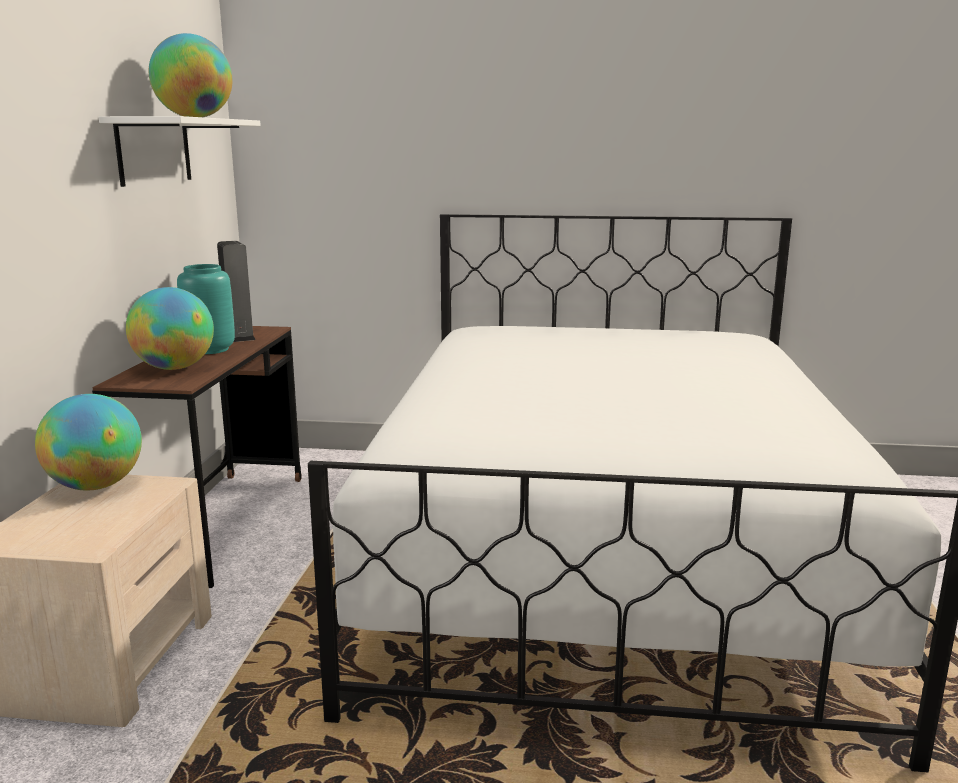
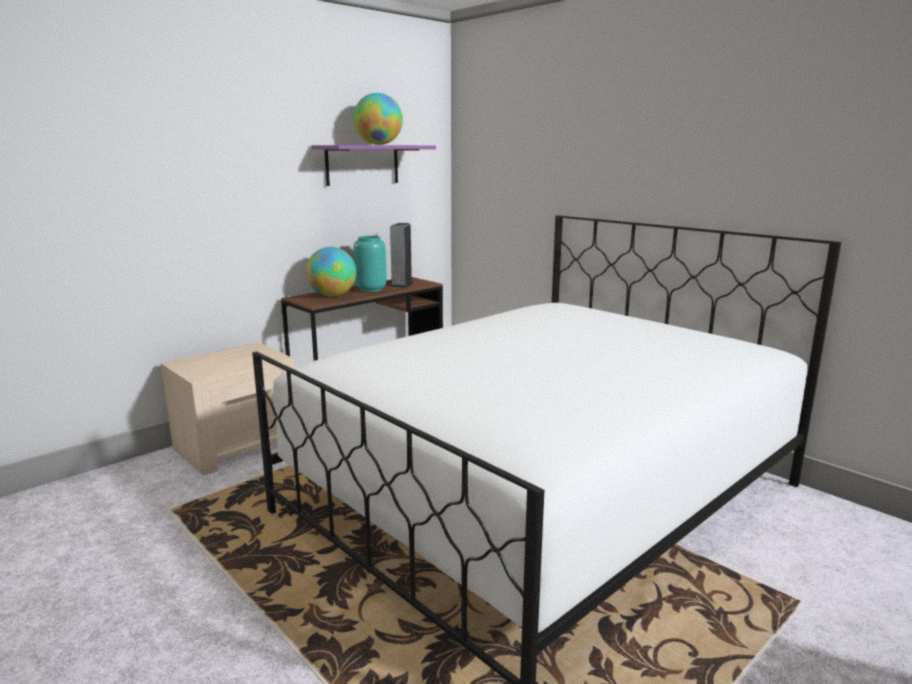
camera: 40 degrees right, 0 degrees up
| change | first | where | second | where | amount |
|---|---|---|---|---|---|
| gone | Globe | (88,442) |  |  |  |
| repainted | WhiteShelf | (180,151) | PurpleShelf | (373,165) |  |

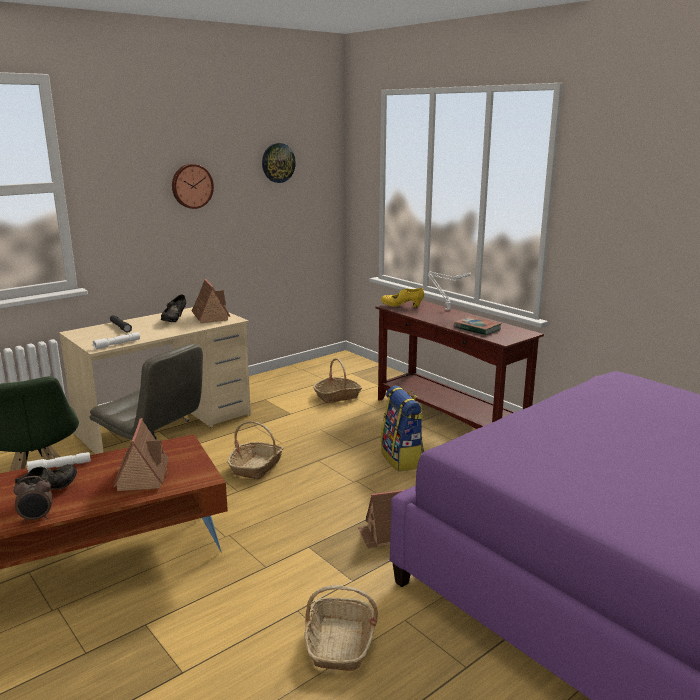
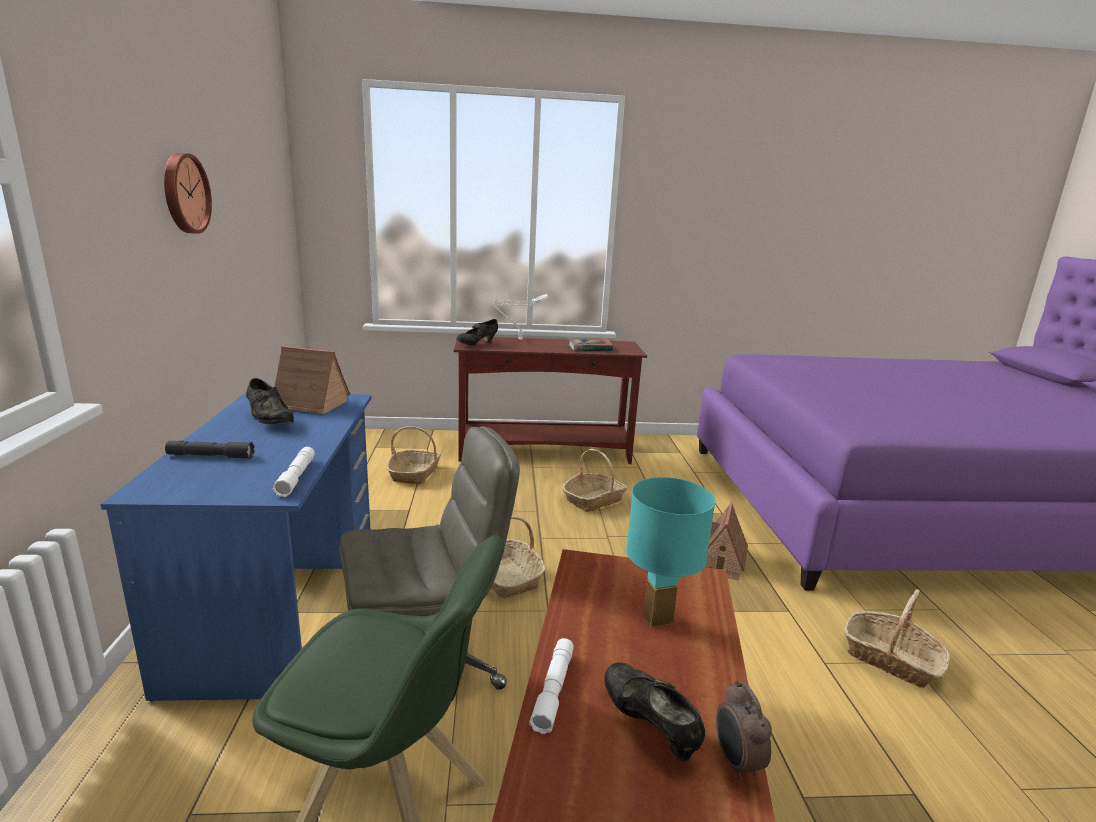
camera: 55 degrees left, 0 degrees up
| change | first | where | second | where | amount |
|---|---|---|---|---|---|
| gone | WallClock | (279,163) |  |  |  |
| swapped | ToyHouse | (141,454) | TurquoiseTableLamp | (671,552) |  |
| swapped | Backpack | (402,429) | Basket | (595,480) |  |
| repainted | BeigeDesk | (155,380) | BlueDesk | (236,547) |  |
| repainted | YellowShoe | (402,297) | BlackShoe | (477,332) |  |
| rotated | AlarmClock | (33,499) |  | (744,730) | 150 degrees clockwise |

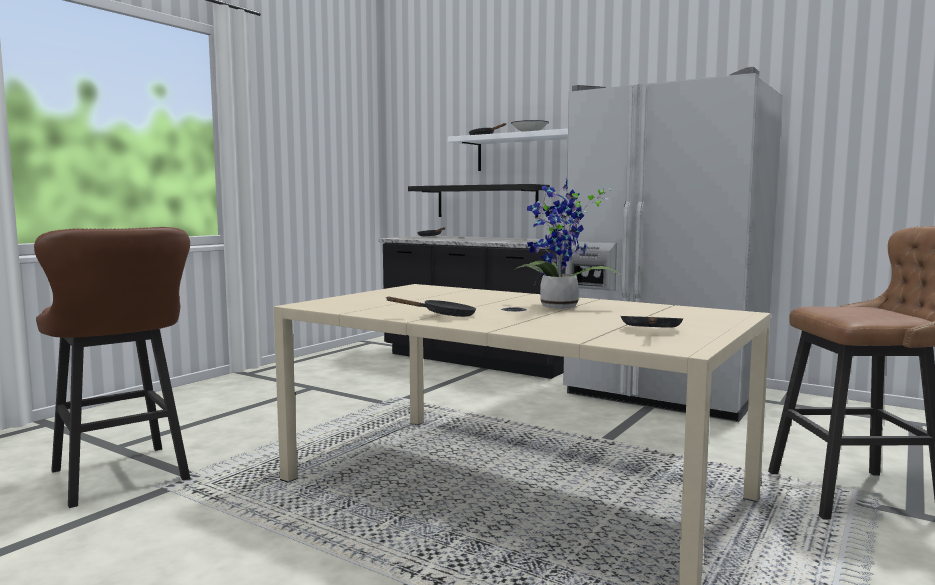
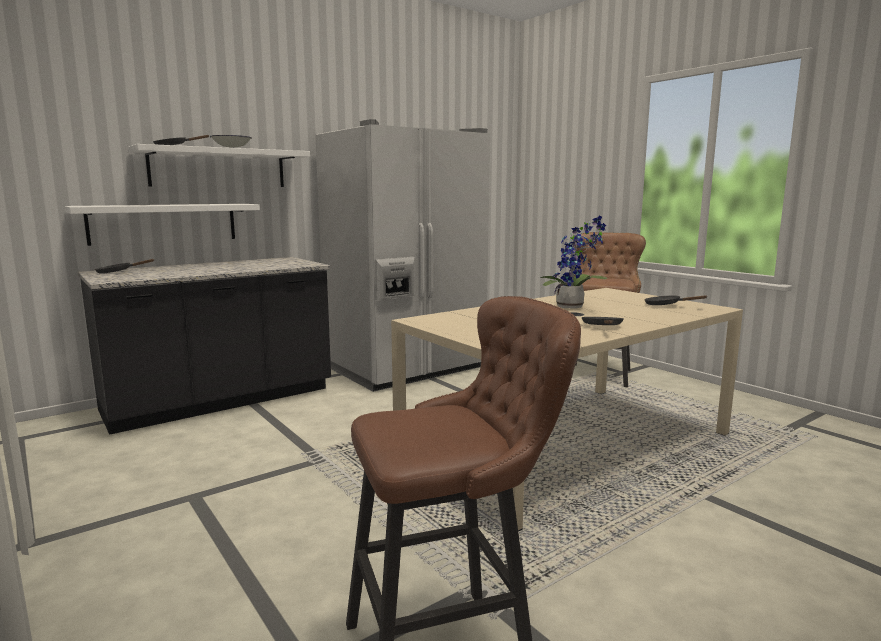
camera: 70 degrees left, 5 degrees up
| change | first | where | second | where | amount |
|---|---|---|---|---|---|
| repainted | BlackShelf | (479,201) | WhiteShelf | (162,225) |  |

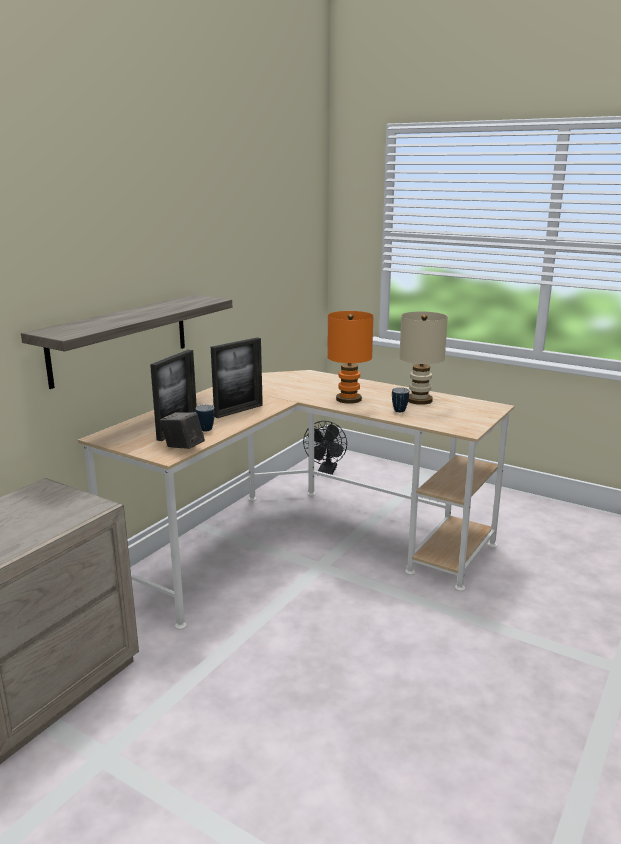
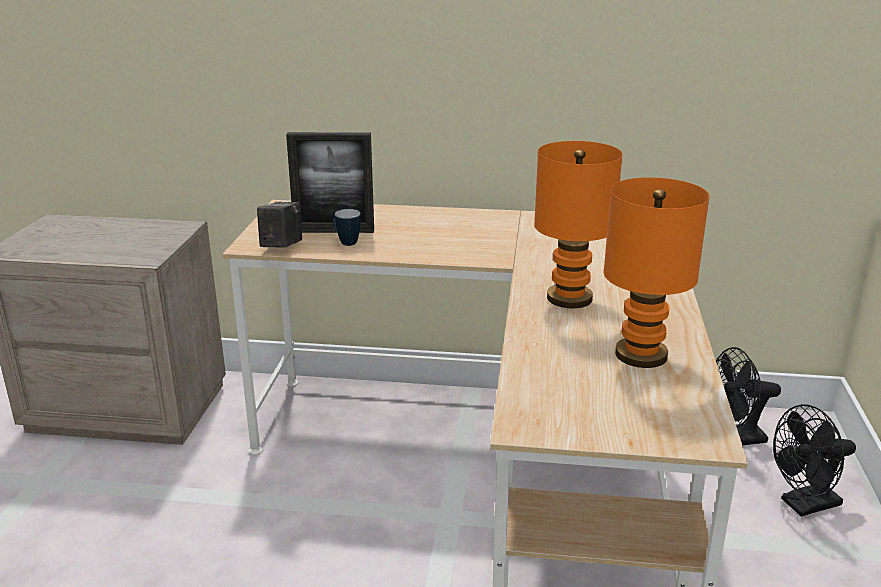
camera: 65 degrees right, 5 degrees up
| change | first | where | second | where | amount |
|---|---|---|---|---|---|
| gone | Shelf | (126,342) |  |  |  |
| gone | PictureFrame | (237,377) |  |  |  |
| gone | Mug | (400,400) |  |  |  |
| new |  |  | BlackFan | (814,460) |  |
| repainted | BeigeTableLamp | (423,358) | OrangeTableLamp | (657,272) |  |

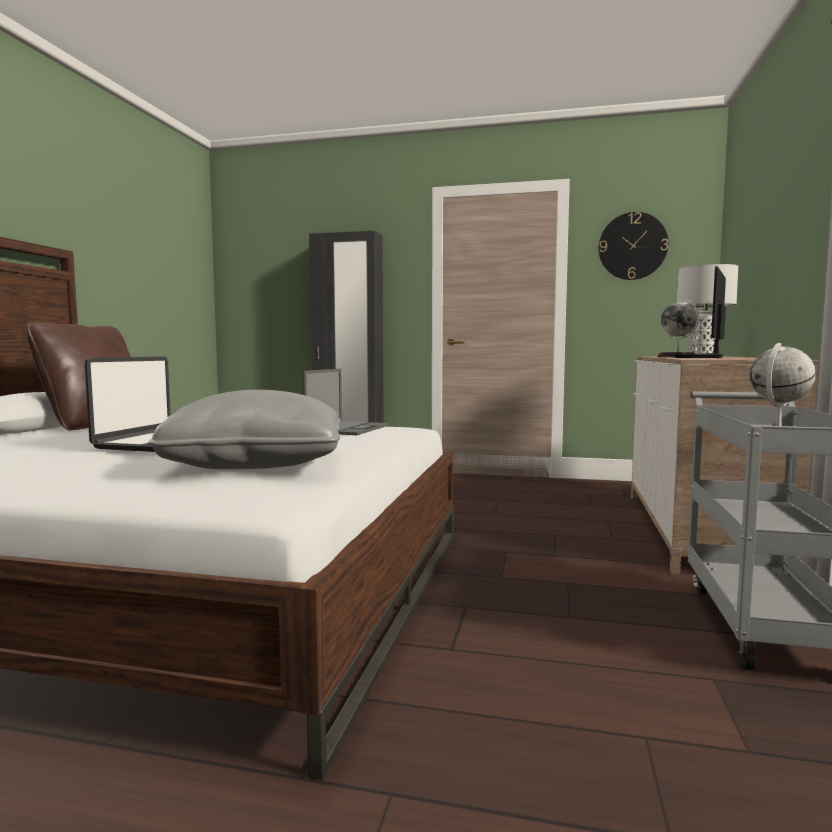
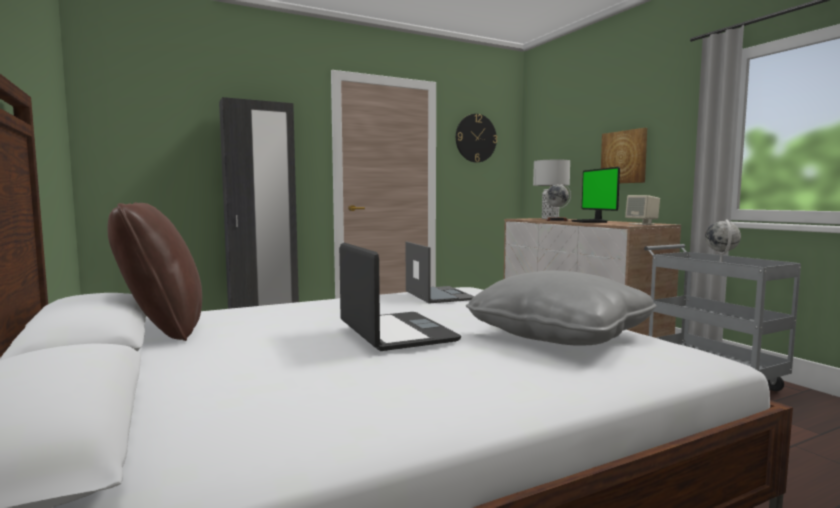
camera: 40 degrees left, 0 degrees up
| change | first | where | second | where | amount |
|---|---|---|---|---|---|
| new |  |  | Picture | (624,155) |  |
| new |  |  | BeigeSpeaker | (642,210) |  |

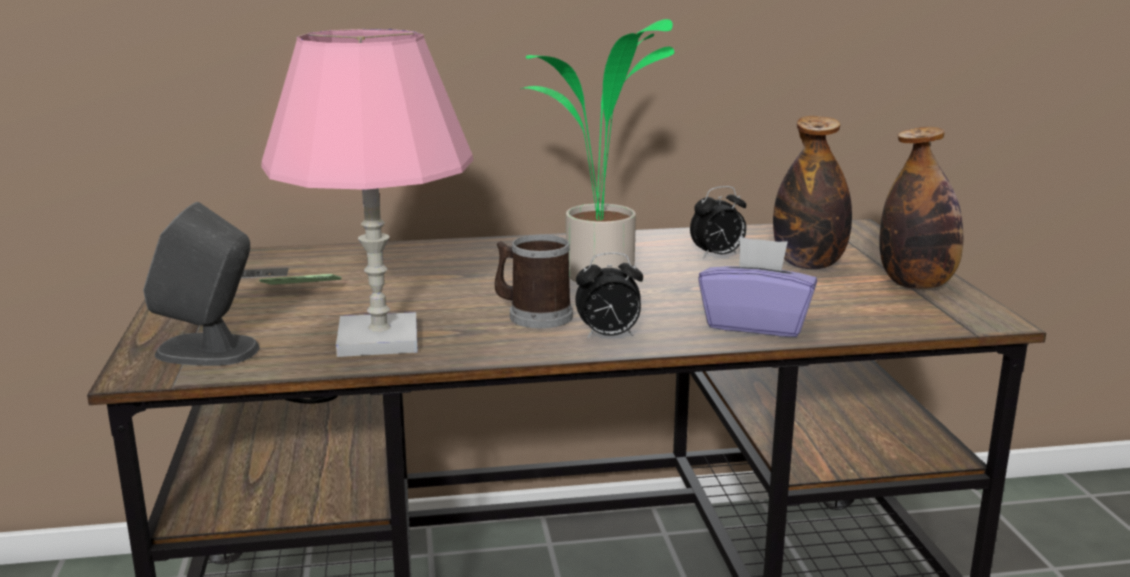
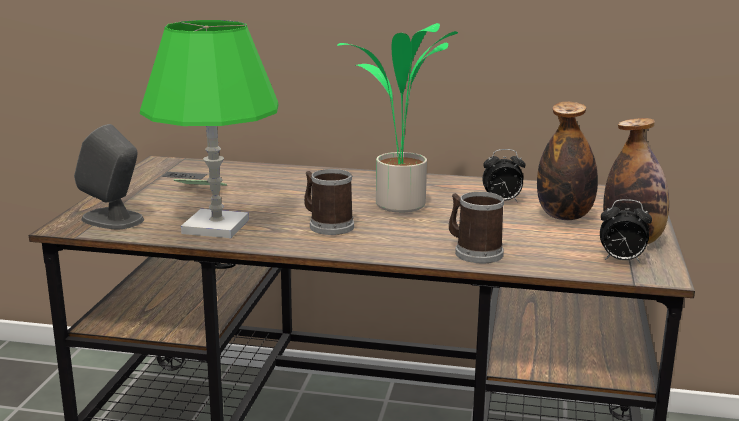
camera: 20 degrees right, 0 degrees up
| change | first | where | second | where | amount |
|---|---|---|---|---|---|
| shifted | AlarmClock | (609,295) |  | (626,231) |  |
| swapped | PurpleTissueBox | (757,287) | Mug | (476,227) |  |
| repainted | PinkTableLamp | (367,193) | GreenTableLamp | (209,129) |  |

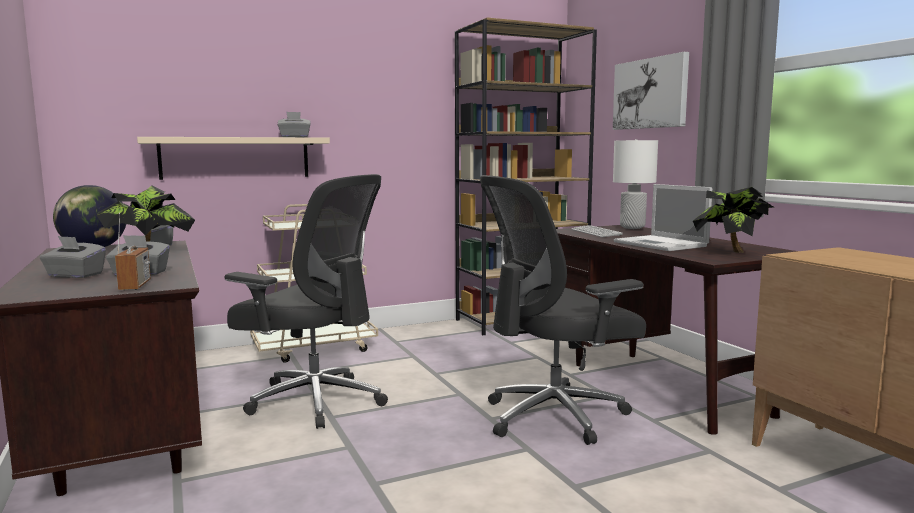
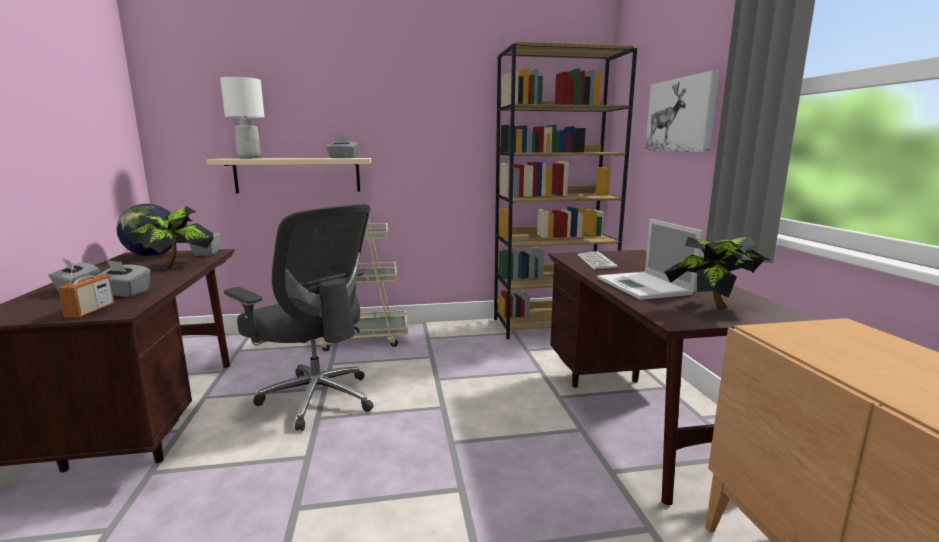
camera: 15 degrees right, 5 degrees up
| change | first | where | second | where | amount |
|---|---|---|---|---|---|
| gone | OfficeChair | (563,310) |  |  |  |
| shifted | WhiteTableLamp | (635,184) |  | (242,118) |  |

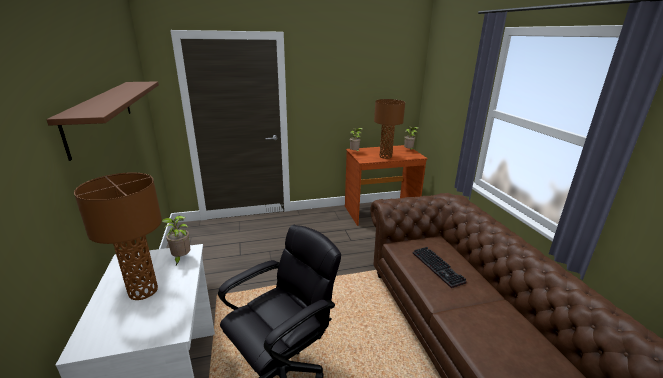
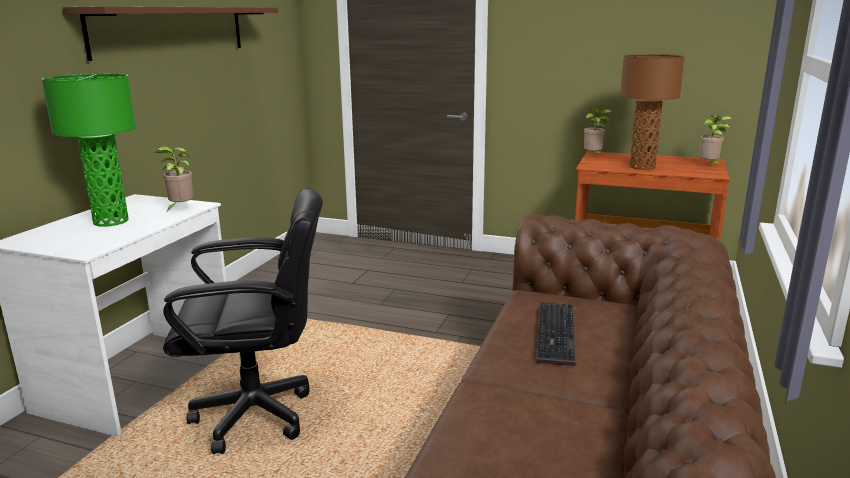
camera: 35 degrees right, 5 degrees down
| change | first | where | second | where | amount |
|---|---|---|---|---|---|
| repainted | BrownTableLamp | (118,236) | GreenTableLamp | (88,150) |  |

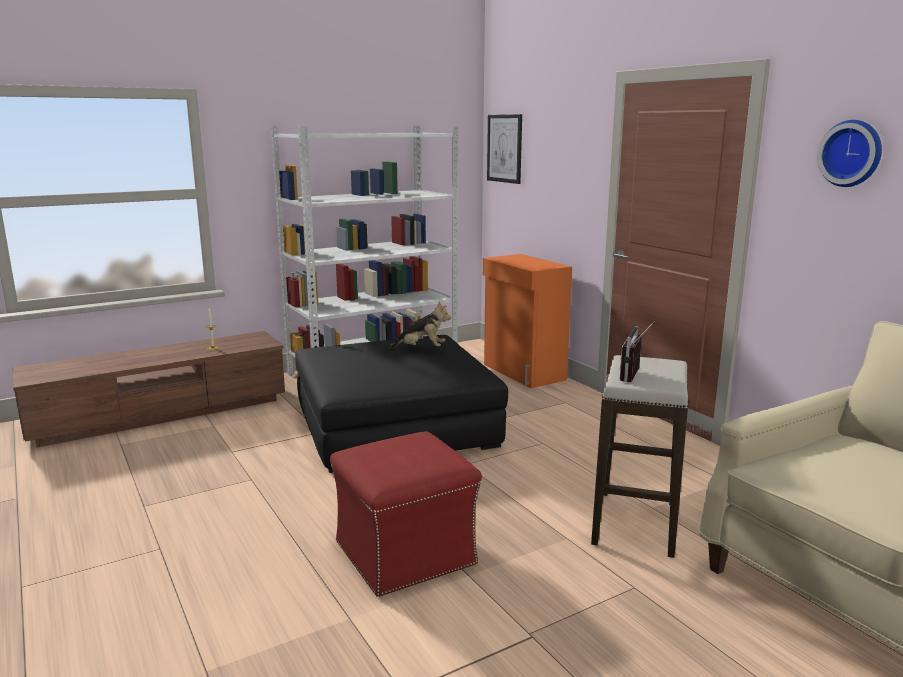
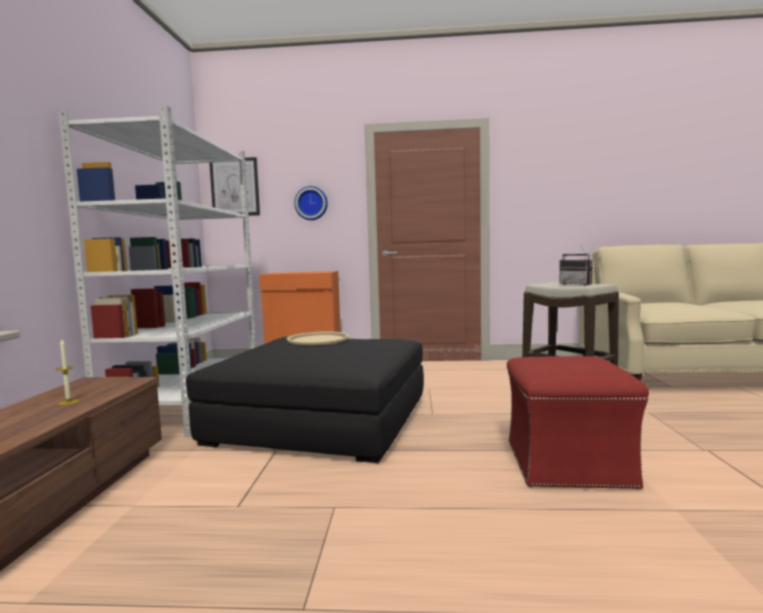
camera: 55 degrees left, 10 degrees down
| change | first | where | second | where | amount |
|---|---|---|---|---|---|
| shifted | WallClock | (849,153) |  | (311,203) |  |
| swapped | PlushToy | (420,325) | BeigeTray | (318,338) |  |

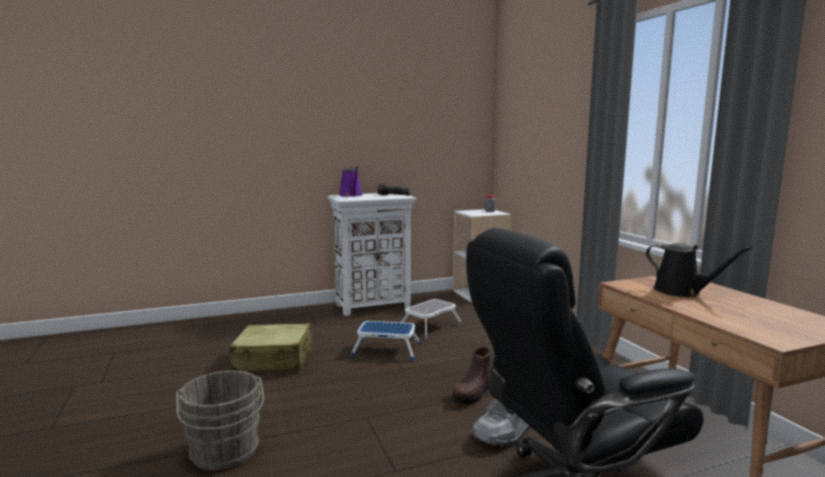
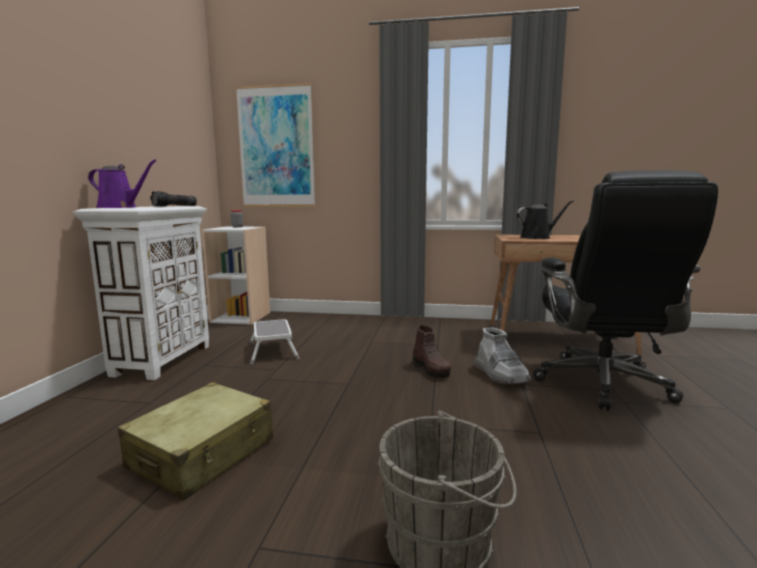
camera: 60 degrees left, 0 degrees up
| change | first | where | second | where | amount |
|---|---|---|---|---|---|
| gone | BlueStepLadder | (386,341) |  |  |  |
| new |  |  | Picture | (275,145) |  |

